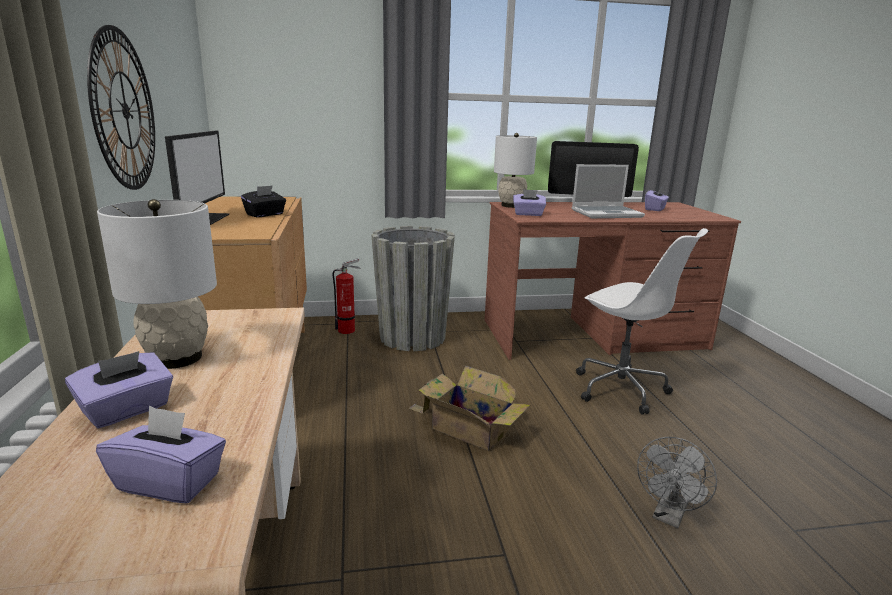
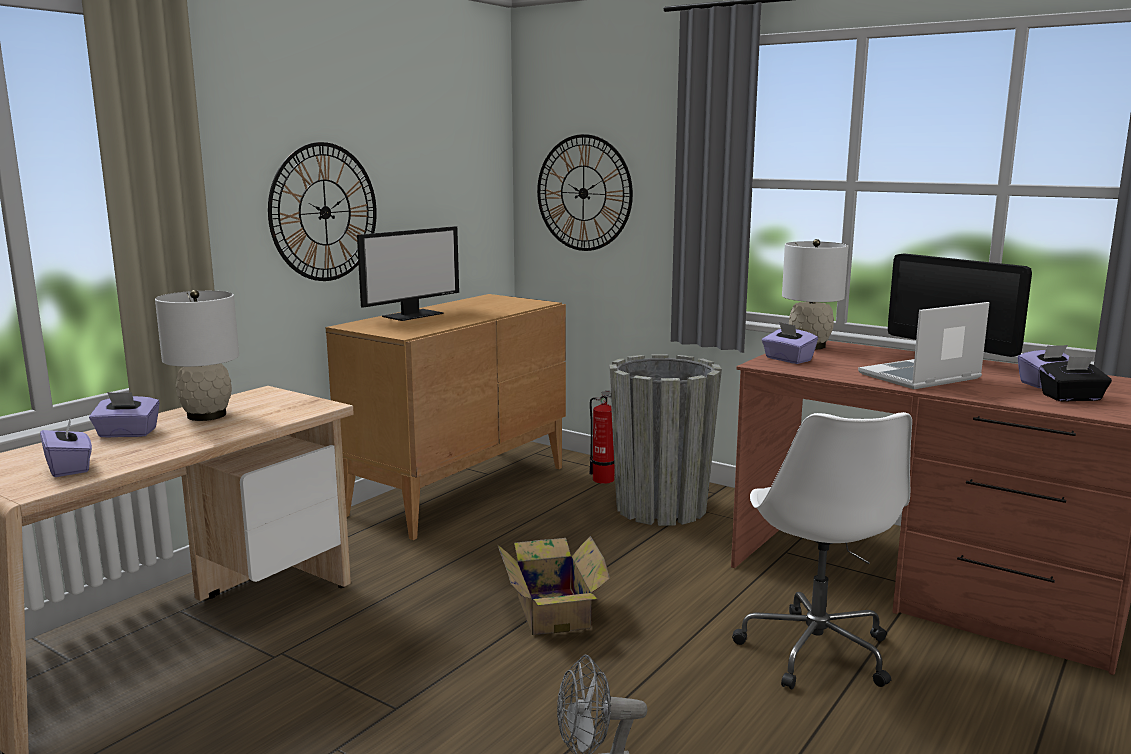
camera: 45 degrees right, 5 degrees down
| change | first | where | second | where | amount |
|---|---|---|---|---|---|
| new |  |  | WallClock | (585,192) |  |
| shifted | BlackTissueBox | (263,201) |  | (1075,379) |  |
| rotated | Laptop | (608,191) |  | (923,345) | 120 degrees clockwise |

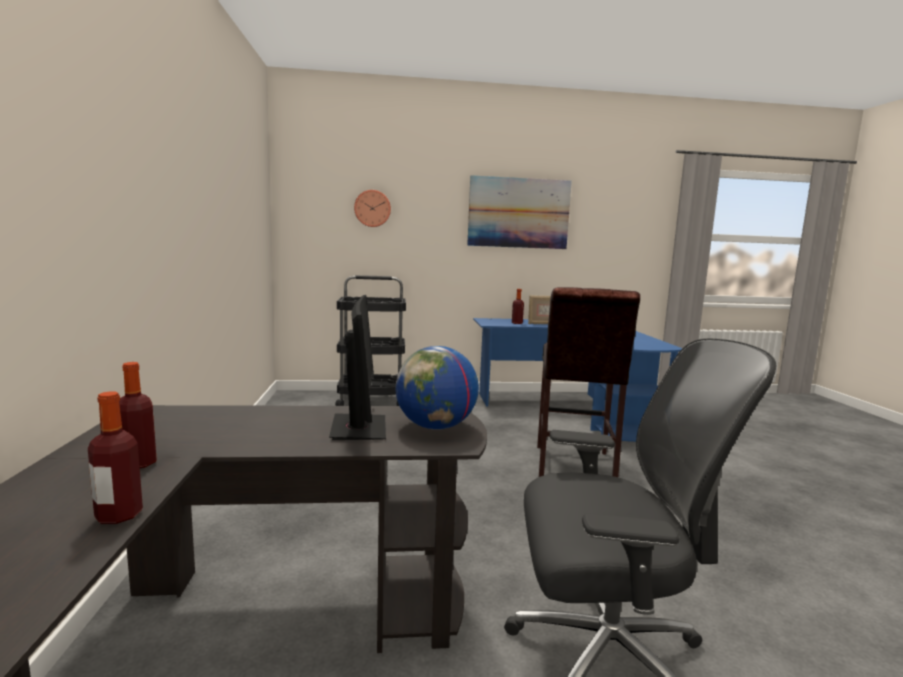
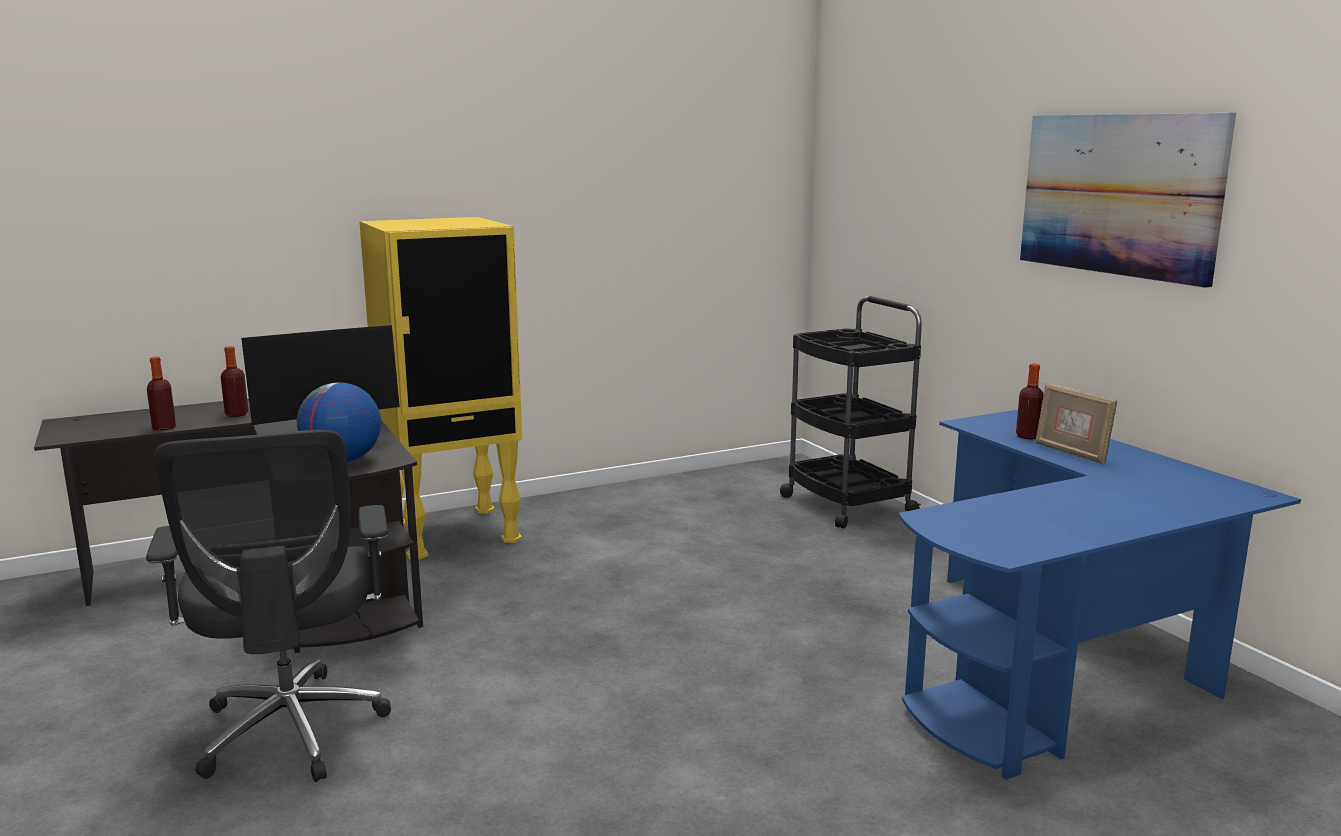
camera: 70 degrees right, 5 degrees up
| change | first | where | second | where | amount |
|---|---|---|---|---|---|
| gone | WallClock | (372,208) |  |  |  |
| gone | BrownStool | (588,382) |  |  |  |
| new |  |  | YellowCabinet | (440,388) |  |

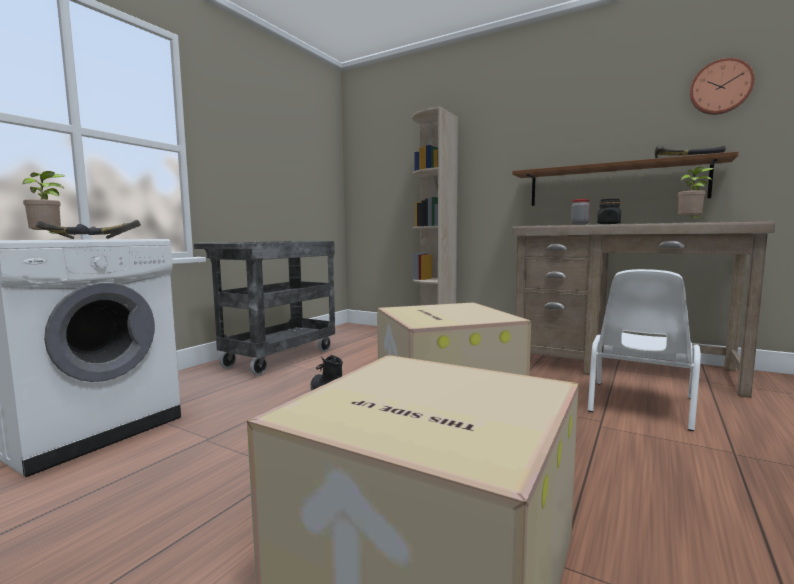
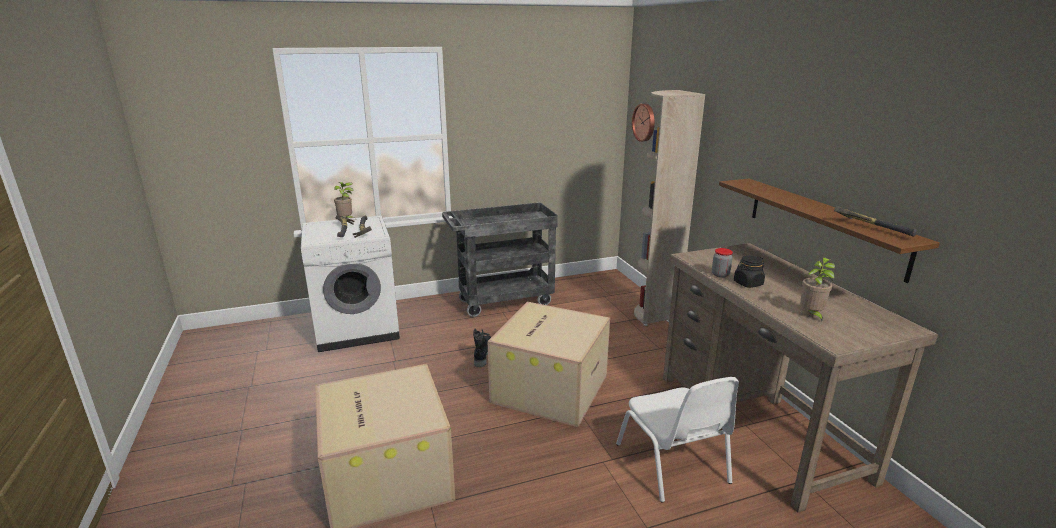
camera: 40 degrees right, 15 degrees up
| change | first | where | second | where | amount |
|---|---|---|---|---|---|
| shifted | WallClock | (722,86) |  | (643,123) |  |
| rotated | WhiteChair | (644,350) |  | (677,439) | 90 degrees counterclockwise |

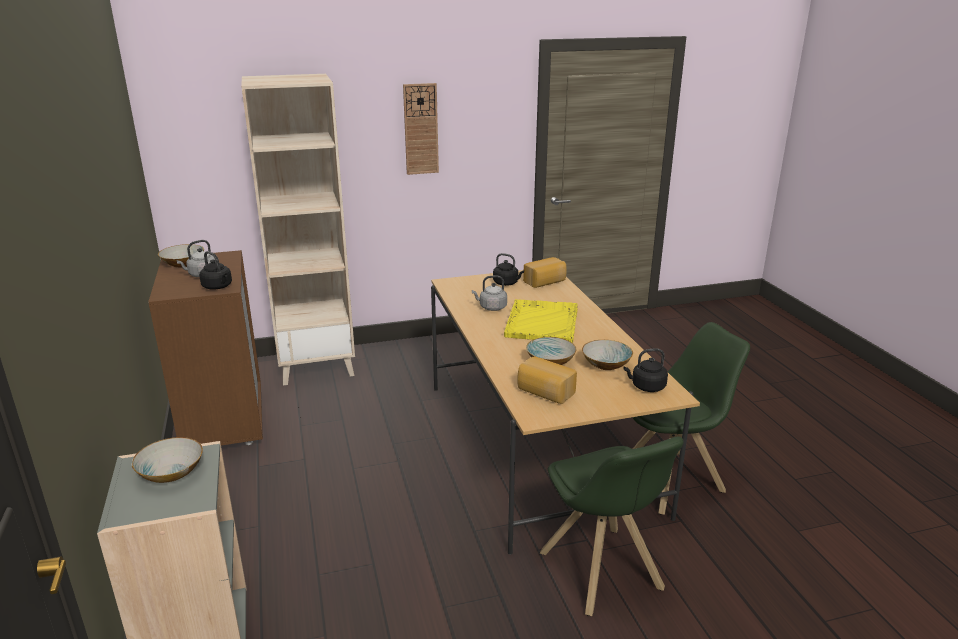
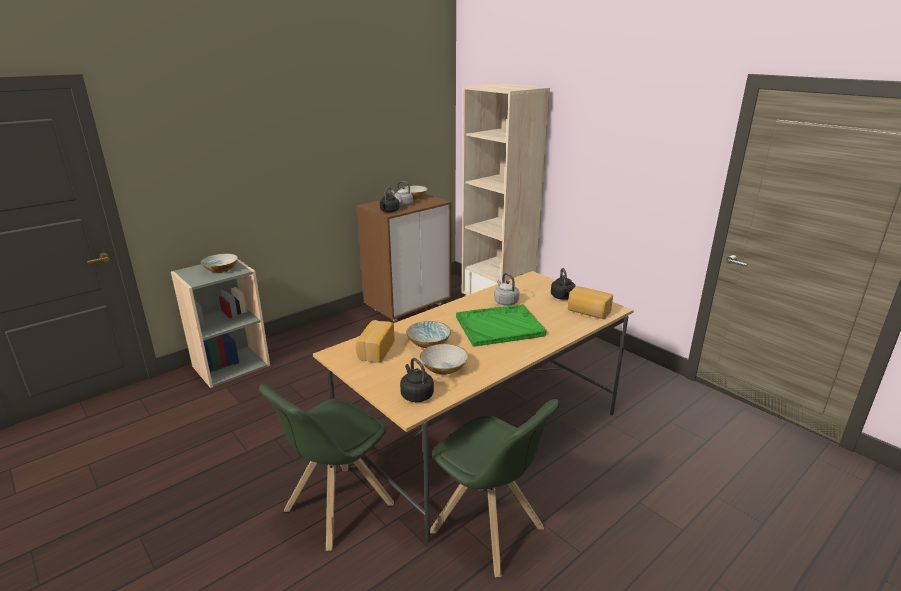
camera: 65 degrees right, 0 degrees up
| change | first | where | second | where | amount |
|---|---|---|---|---|---|
| gone | WallClock | (421,129) |  |  |  |
| repainted | YellowTray | (541,321) | GreenTray | (501,325) |  |

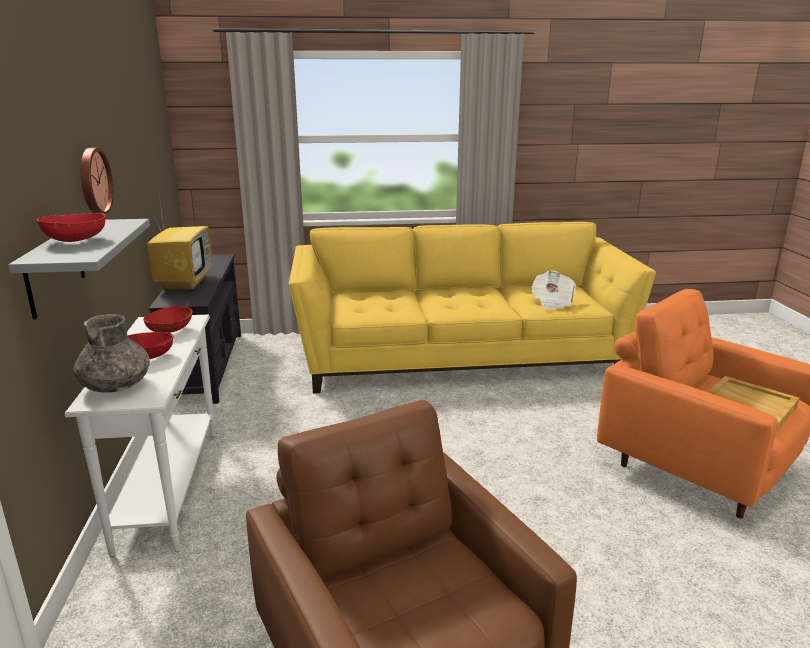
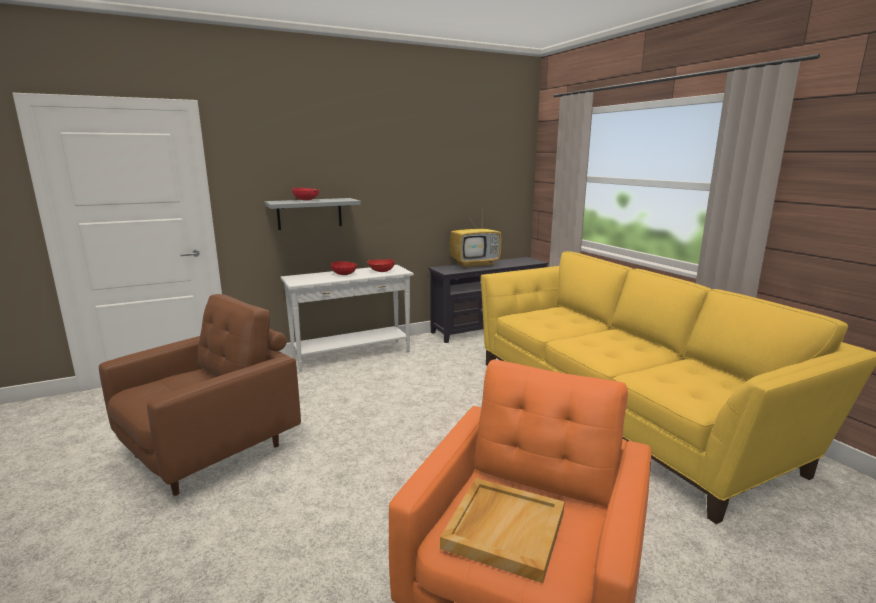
camera: 70 degrees right, 5 degrees down
| change | first | where | second | where | amount |
|---|---|---|---|---|---|
| gone | GreyVase | (111,353) |  |  |  |
| gone | WallClock | (97,181) |  |  |  |
| gone | Newspaper | (553,290) |  |  |  |

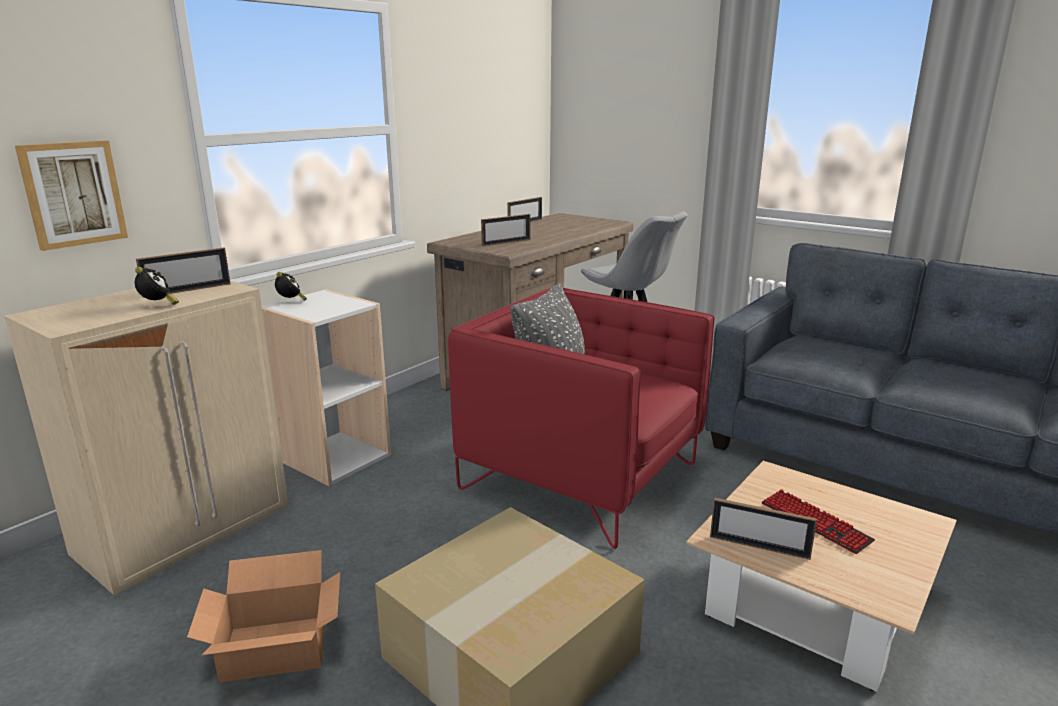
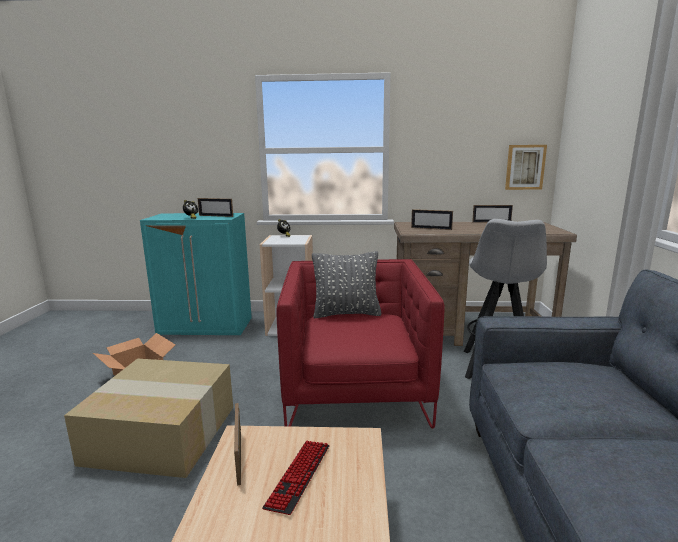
camera: 55 degrees right, 5 degrees down
| change | first | where | second | where | amount |
|---|---|---|---|---|---|
| shifted | Picture | (71,195) |  | (526,167) |  |
| repainted | BeigeCabinet | (146,438) | TurquoiseCabinet | (196,274) |  |

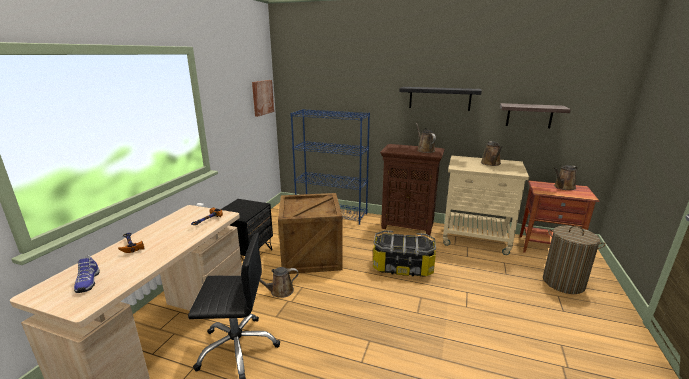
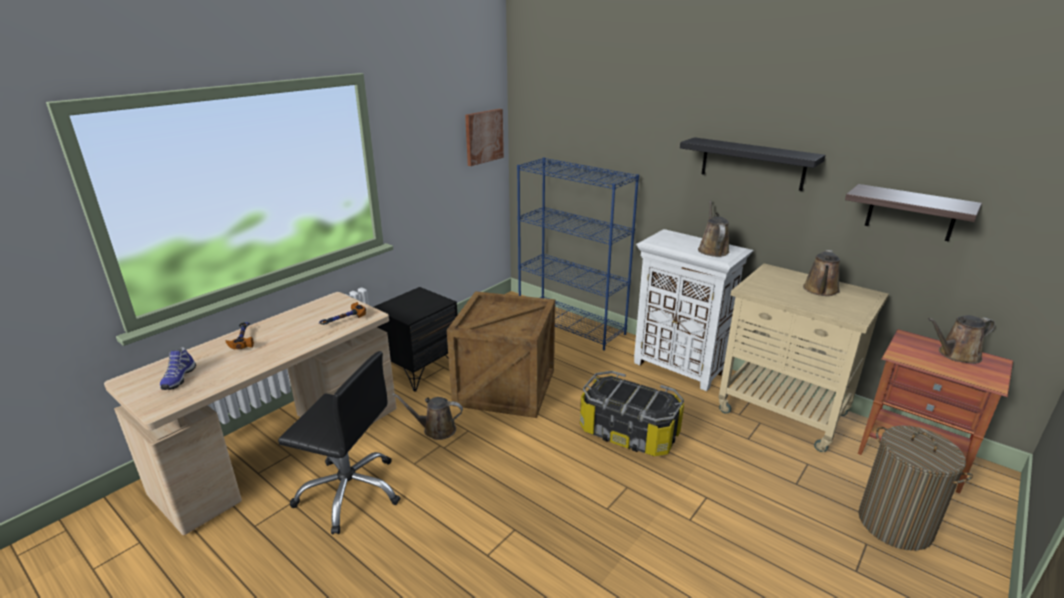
camera: 20 degrees right, 5 degrees up
| change | first | where | second | where | amount |
|---|---|---|---|---|---|
| repainted | BrownCabinet | (412,189) | WhiteCabinet | (694,310) |  |

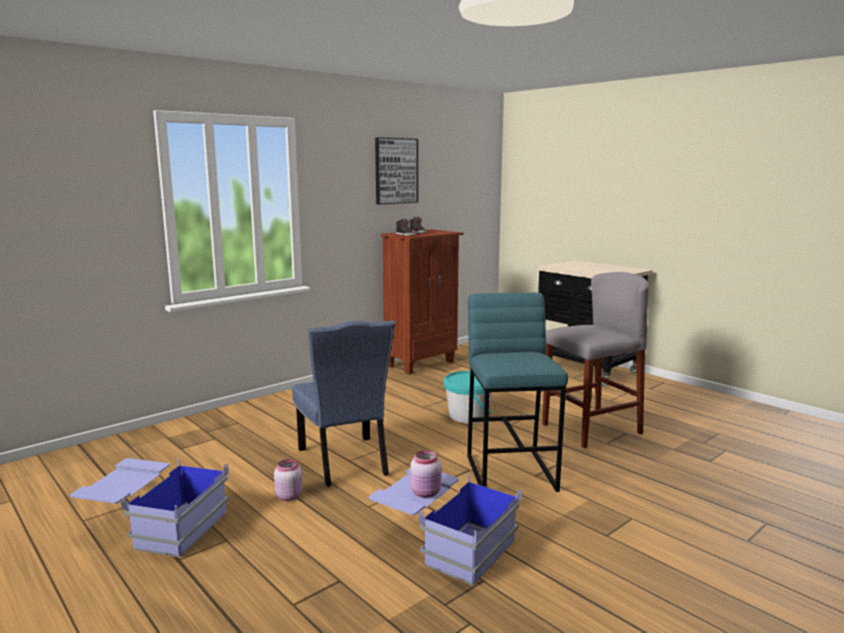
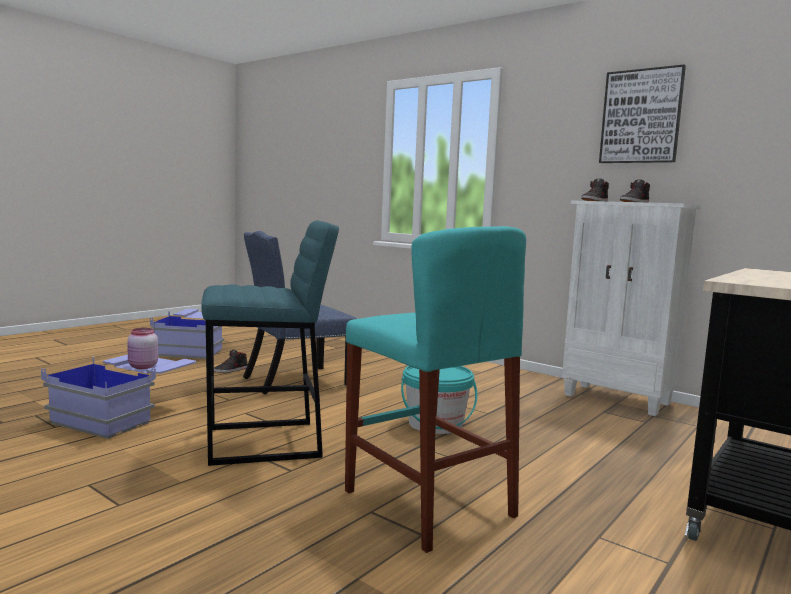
camera: 80 degrees right, 5 degrees down
| change | first | where | second | where | amount |
|---|---|---|---|---|---|
| swapped | PinkJar | (288,480) | BlackShoe | (231,361) |  |
| repainted | BrownCabinet | (422,302) | WhiteCabinet | (631,308) |  |
| repainted | GreyStool | (596,360) | TurquoiseStool | (435,389) |  |

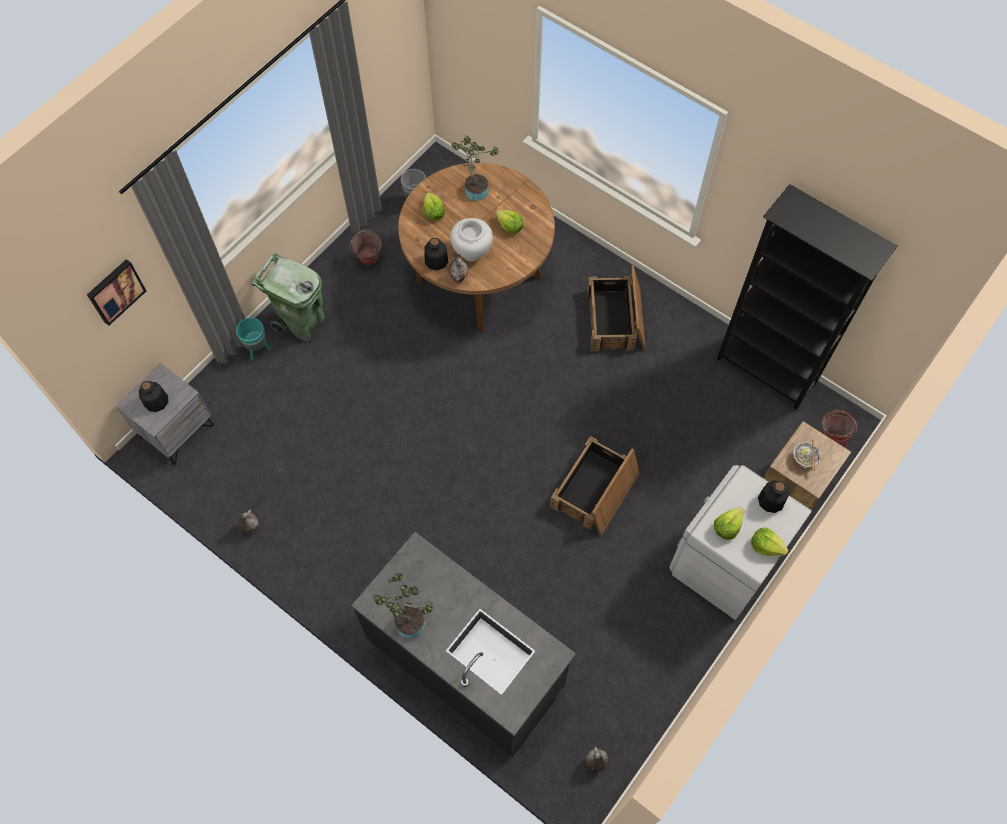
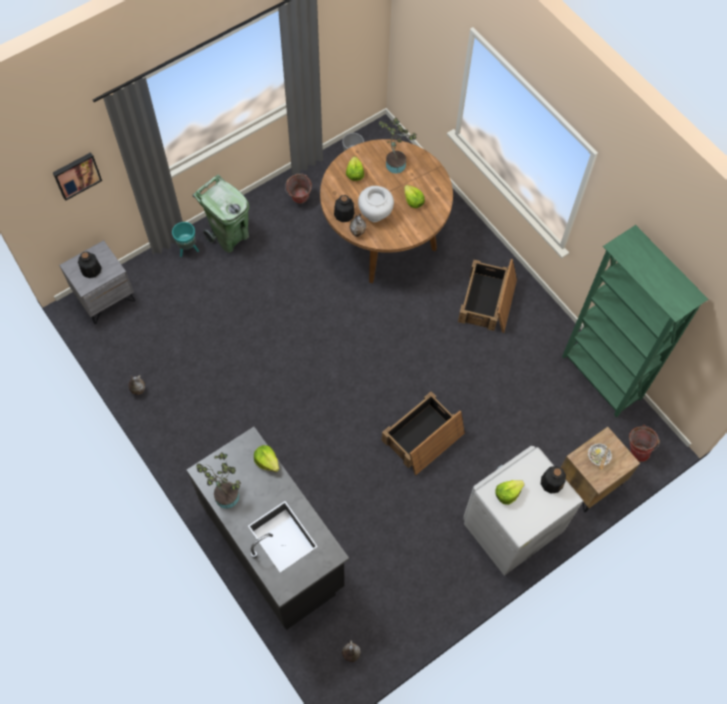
camera: 15 degrees right, 0 degrees up
| change | first | where | second | where | amount |
|---|---|---|---|---|---|
| shifted | Lettuce | (769,541) |  | (266,458) |  |
| repainted | BlackBookcase | (807,297) | GreenBookcase | (635,321) |  |

